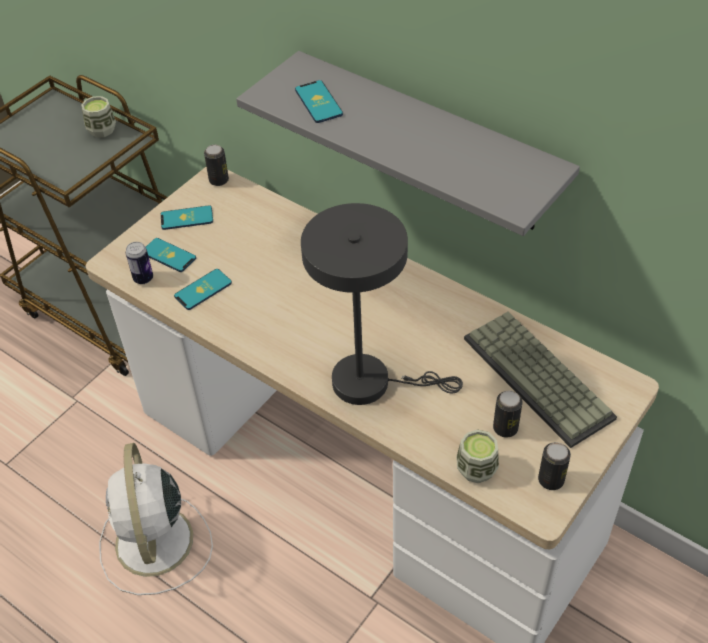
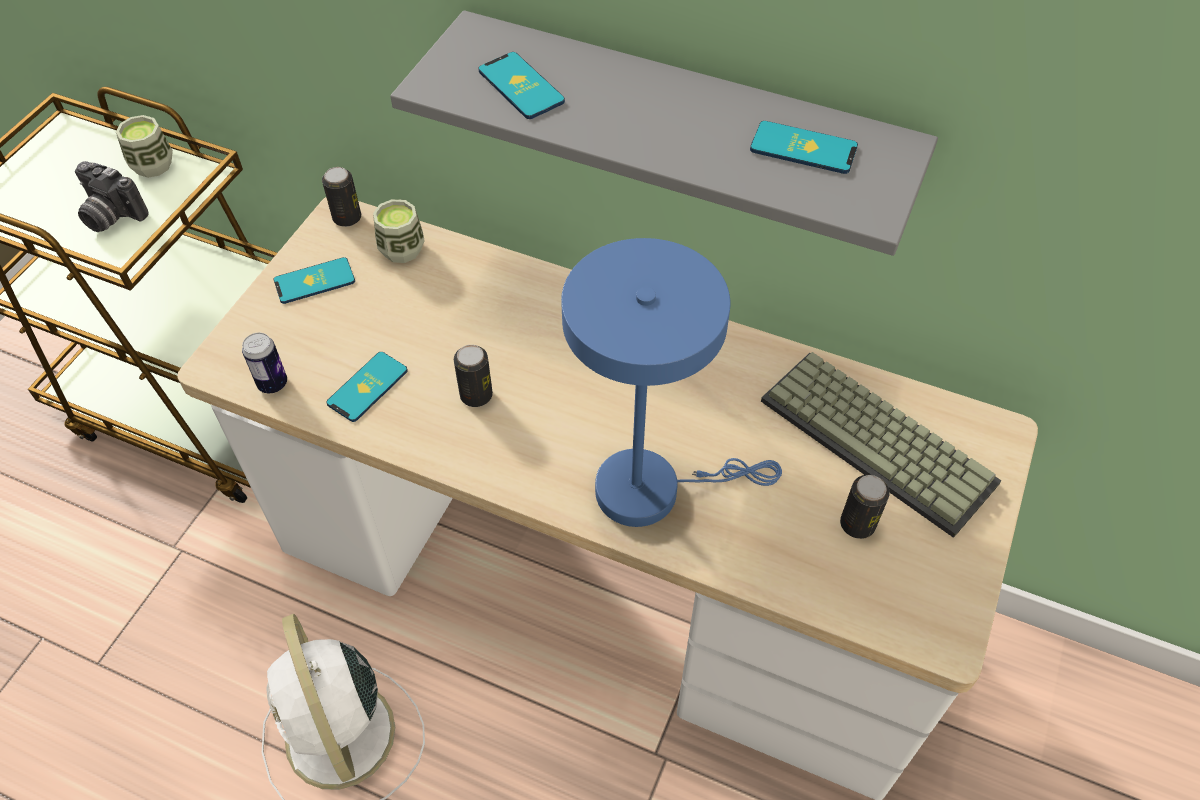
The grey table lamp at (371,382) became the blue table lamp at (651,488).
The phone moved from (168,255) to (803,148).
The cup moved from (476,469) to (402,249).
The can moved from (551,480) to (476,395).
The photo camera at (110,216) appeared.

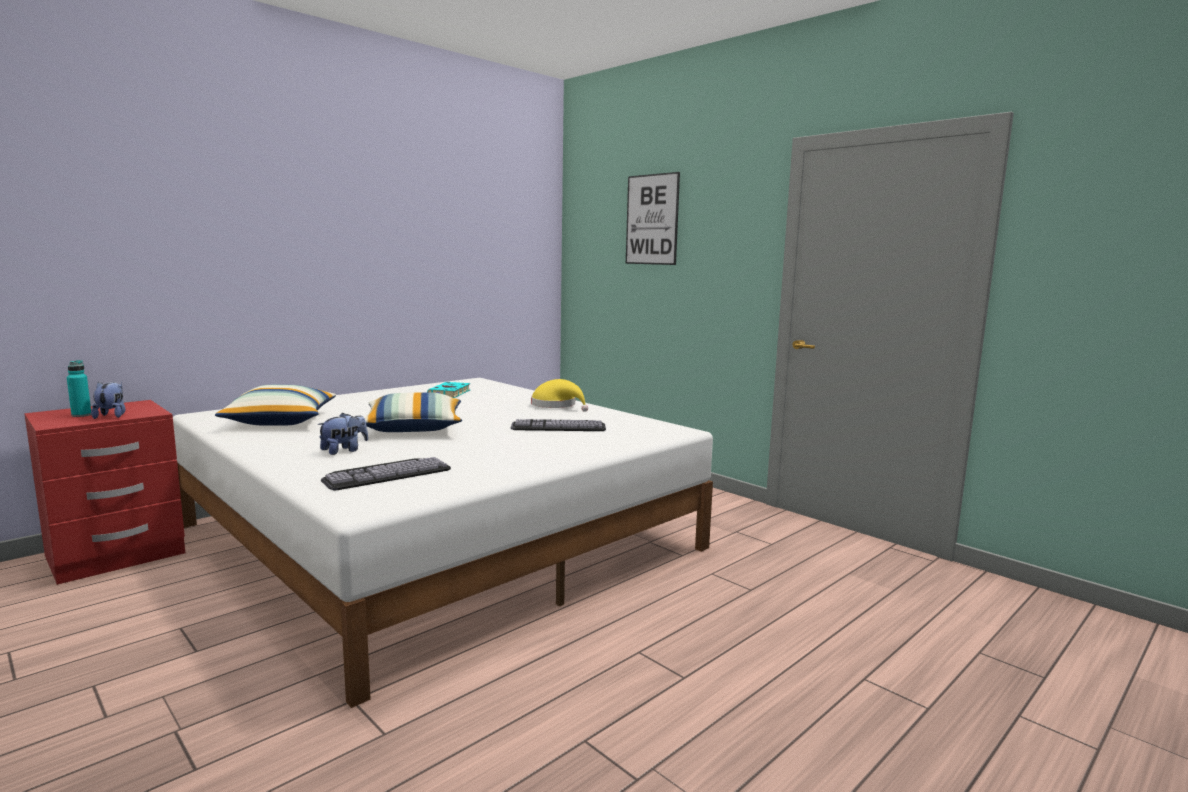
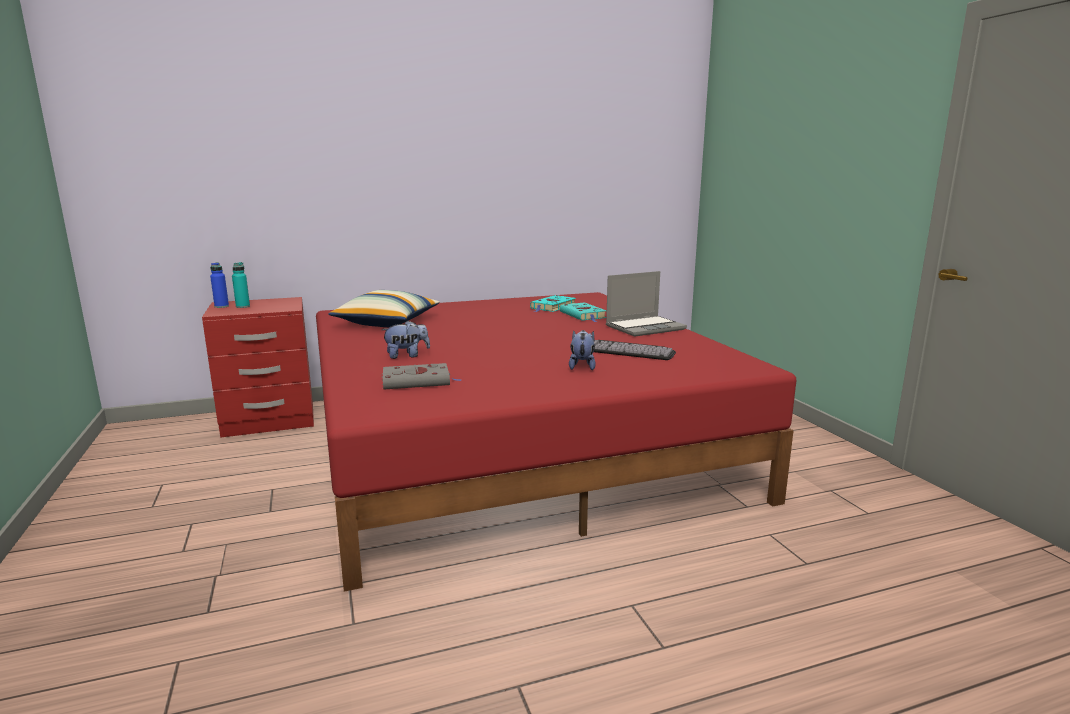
The picture at (652,219) disappeared.
The white bed at (441,536) became the red bed at (515,444).
The yellow hat at (556,405) was replaced by the laptop at (645,327).
The plush toy moved from (111,416) to (582,366).
The pillow at (414,428) disappeared.
The keyboard at (386,472) was replaced by the grey book at (418,381).
The blue bottle at (221,306) appeared.
The turquoise book at (583,315) appeared.

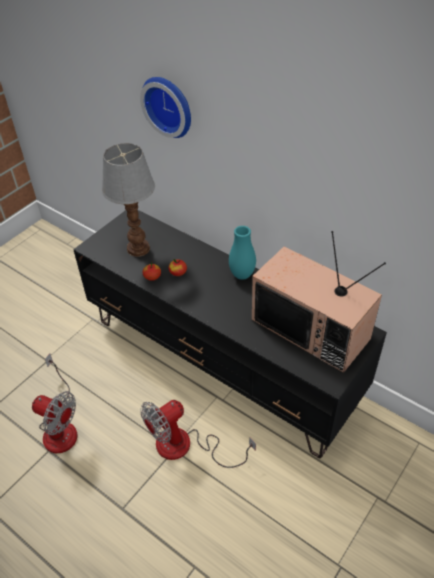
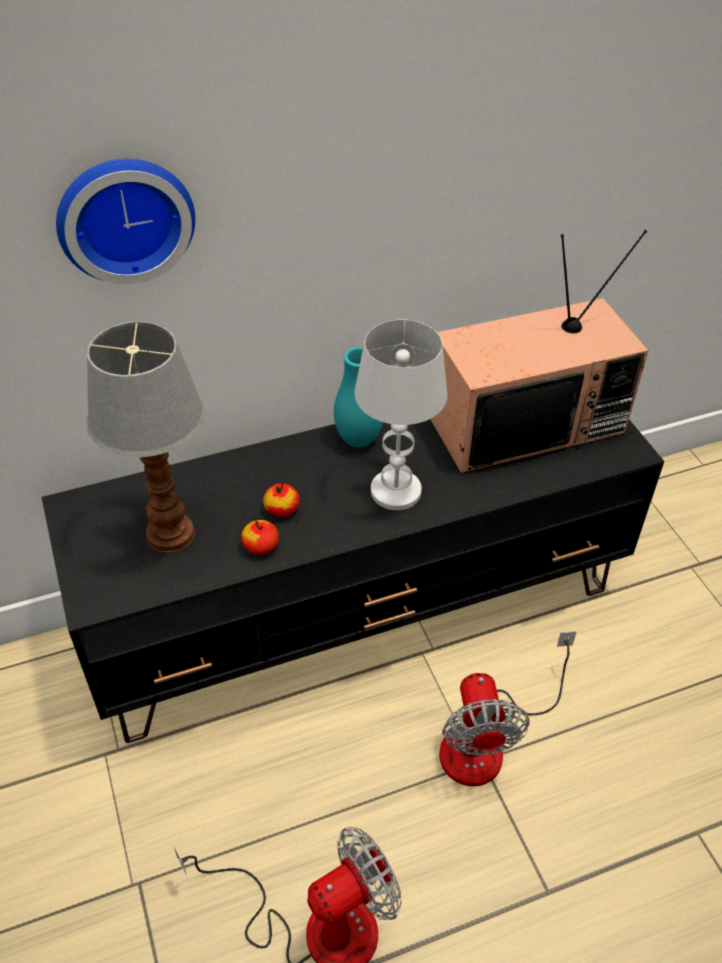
The white table lamp at (396,491) appeared.

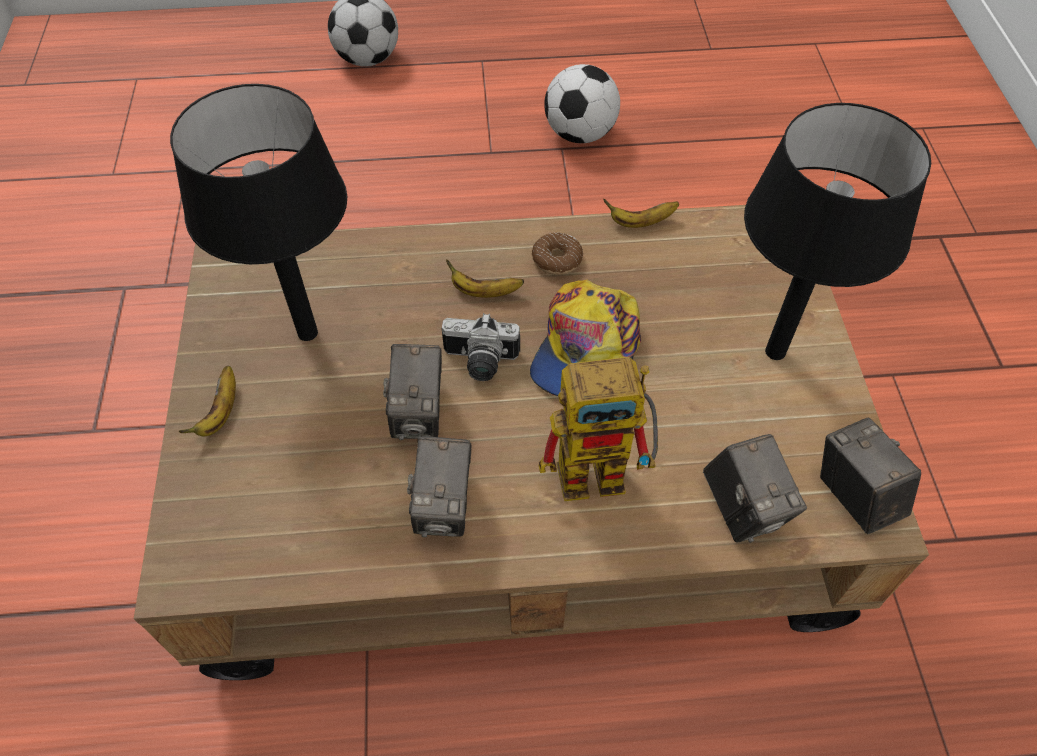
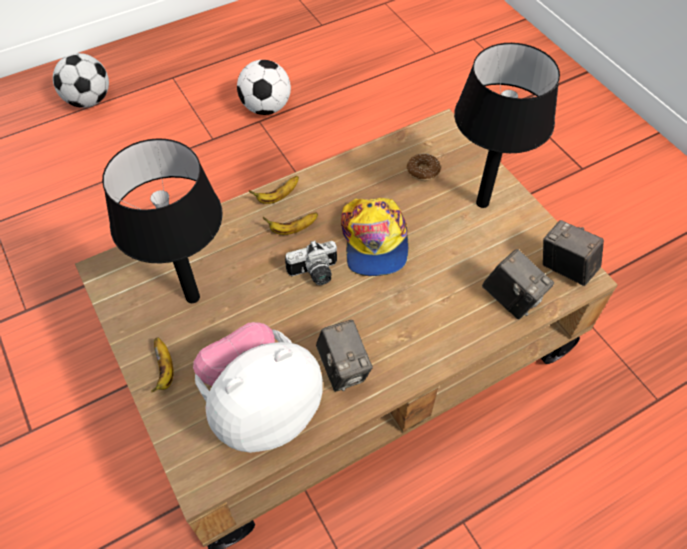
The banana moved from (640,222) to (277,197).
The donut moved from (557,259) to (423,171).
The photo camera at (419,414) disappeared.
The toy robot at (605,469) disappeared.
The plush toy at (262,408) appeared.

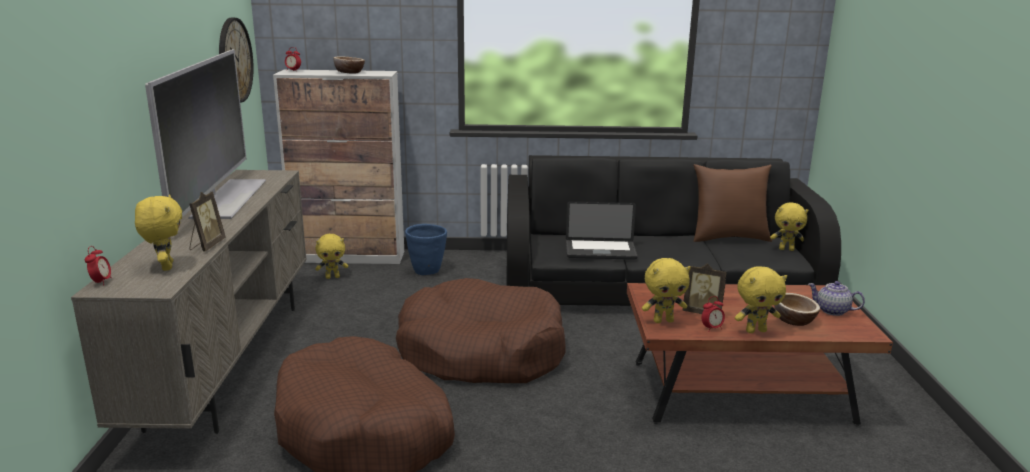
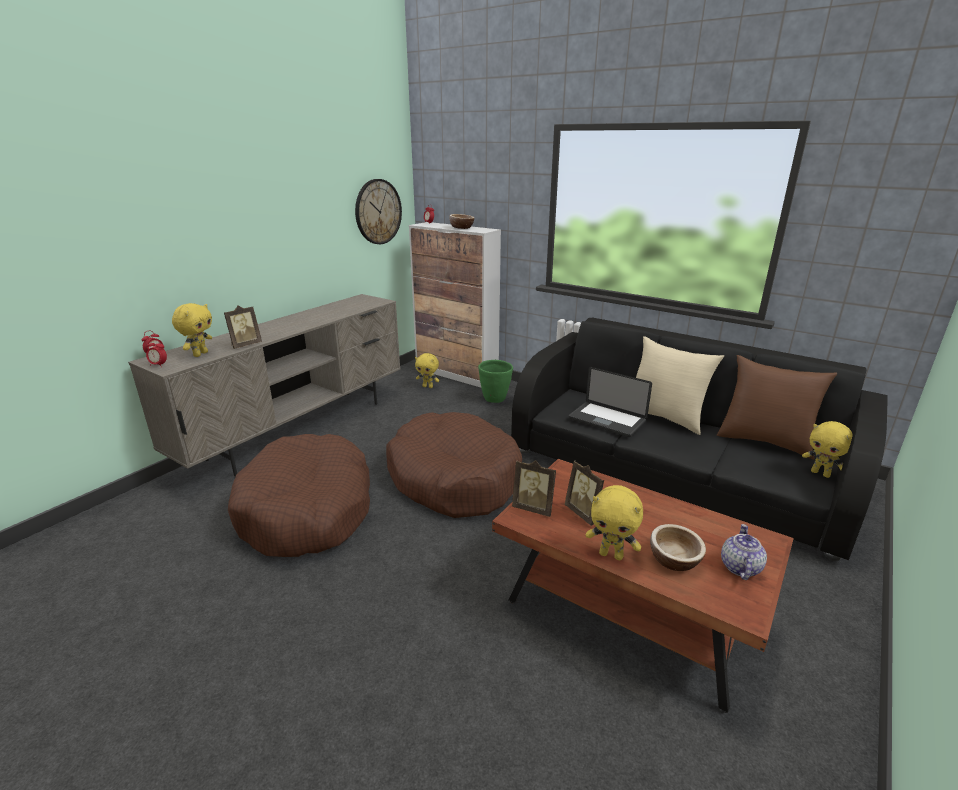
The television at (227,199) disappeared.
The blue planter at (427,271) became the green planter at (495,399).
The yellow plush toy at (663,321) was replaced by the picture frame at (534,508).
The teapot at (832,311) turned 45 degrees clockwise.
The alarm clock moved from (712,328) to (159,365).
The beige pillow at (664,417) appeared.

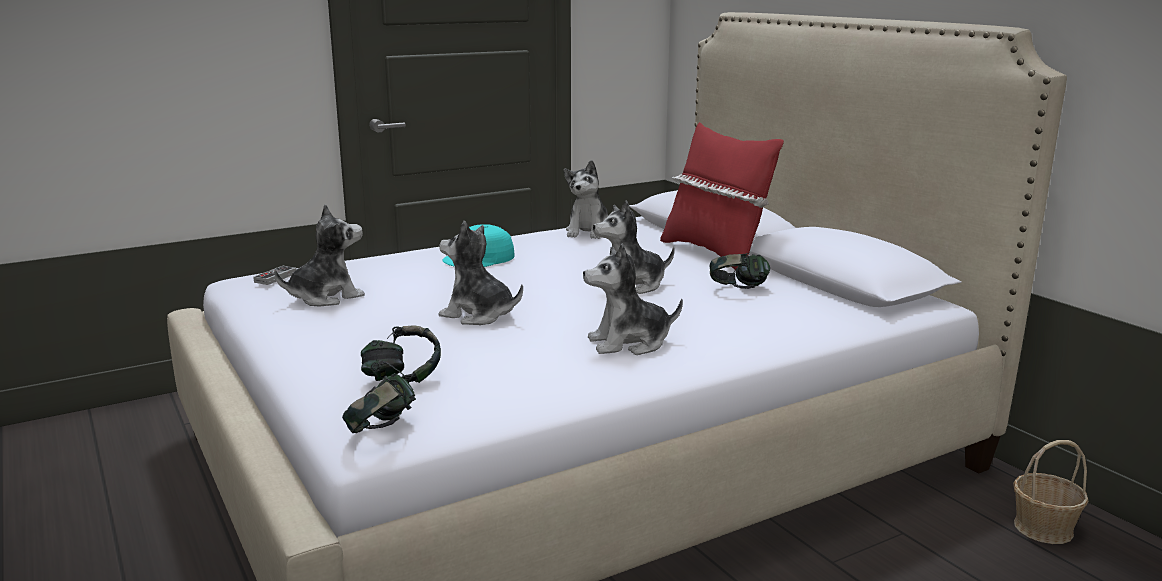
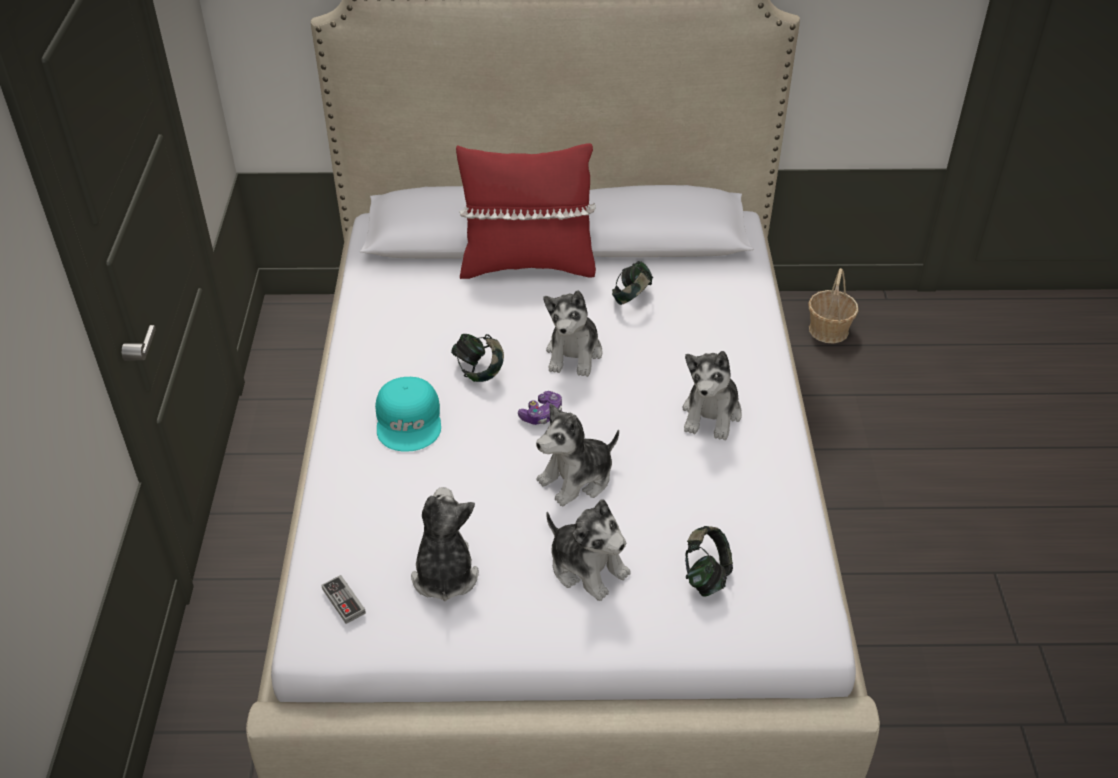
The plush toy moved from (589,231) to (587,567).
The headphones moved from (382,431) to (479,371).
The game controller at (542,414) appeared.

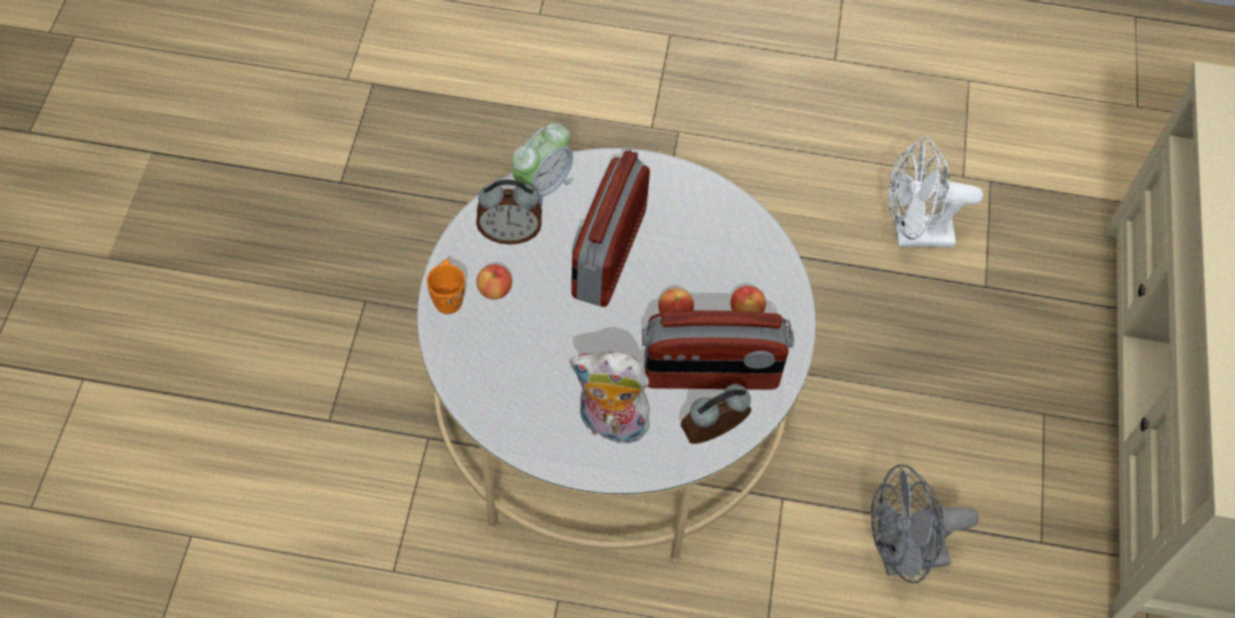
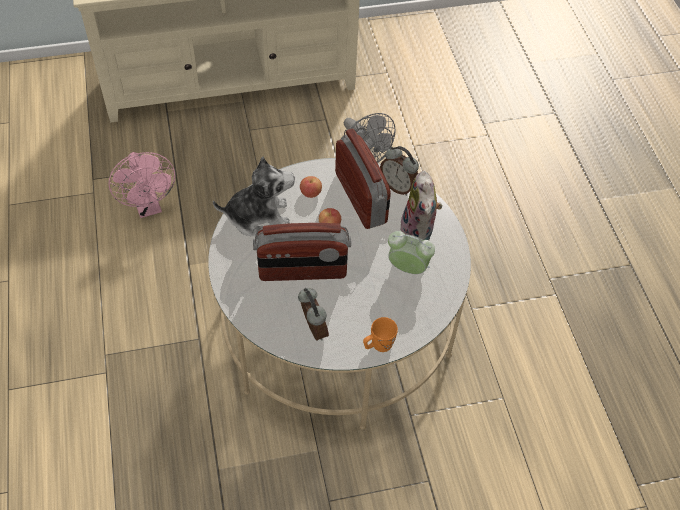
The alarm clock moved from (543,186) to (408,268).
The white fan at (913,234) became the pink fan at (149,207).
The apple at (494,290) disappeared.
The plush toy at (258,217) appeared.

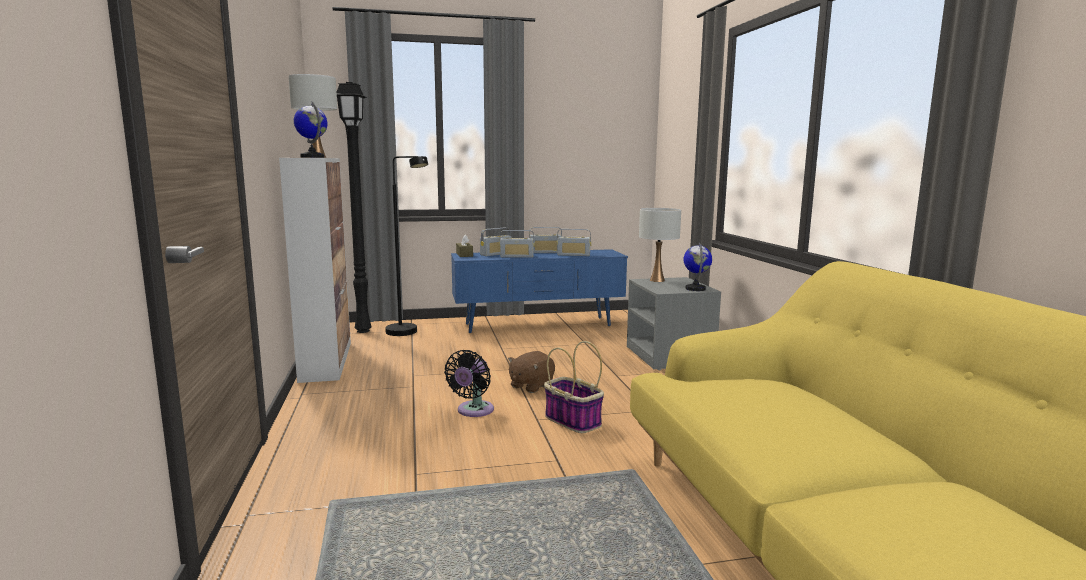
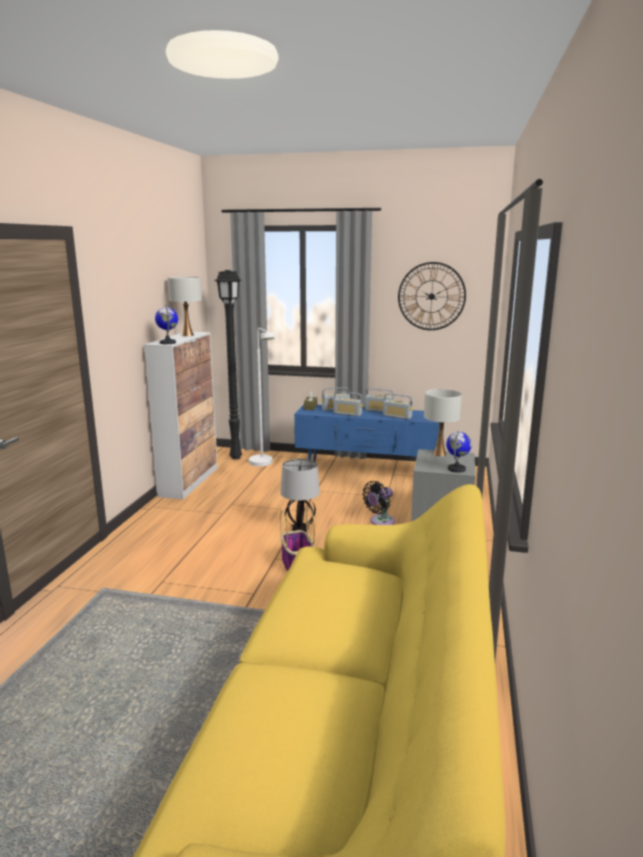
The black floor lamp at (407,333) became the white floor lamp at (263,464).
The black fan moved from (473,411) to (380,522).
The brown plush toy at (531,386) was replaced by the table lamp at (301,529).
The wall clock at (431,296) appeared.

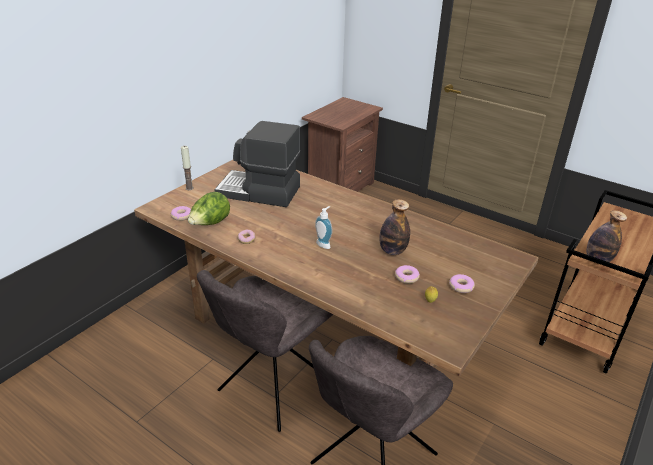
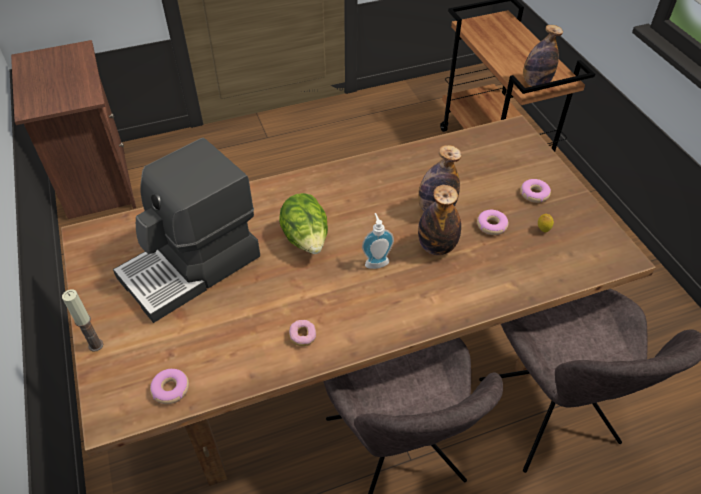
The lettuce moved from (210,224) to (306,240).
The bottle at (436,247) appeared.

